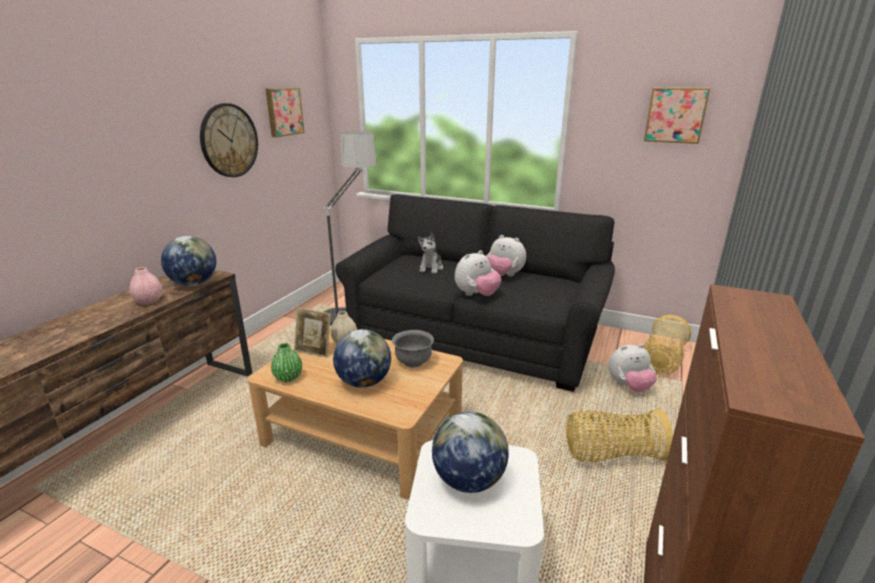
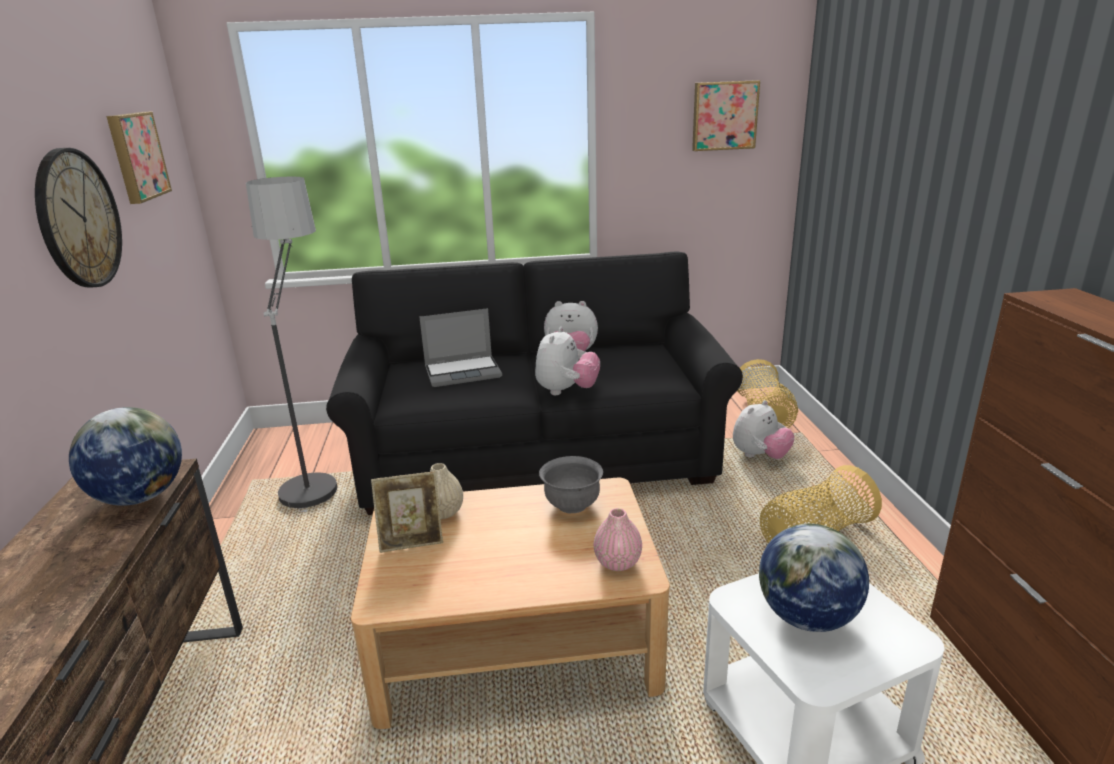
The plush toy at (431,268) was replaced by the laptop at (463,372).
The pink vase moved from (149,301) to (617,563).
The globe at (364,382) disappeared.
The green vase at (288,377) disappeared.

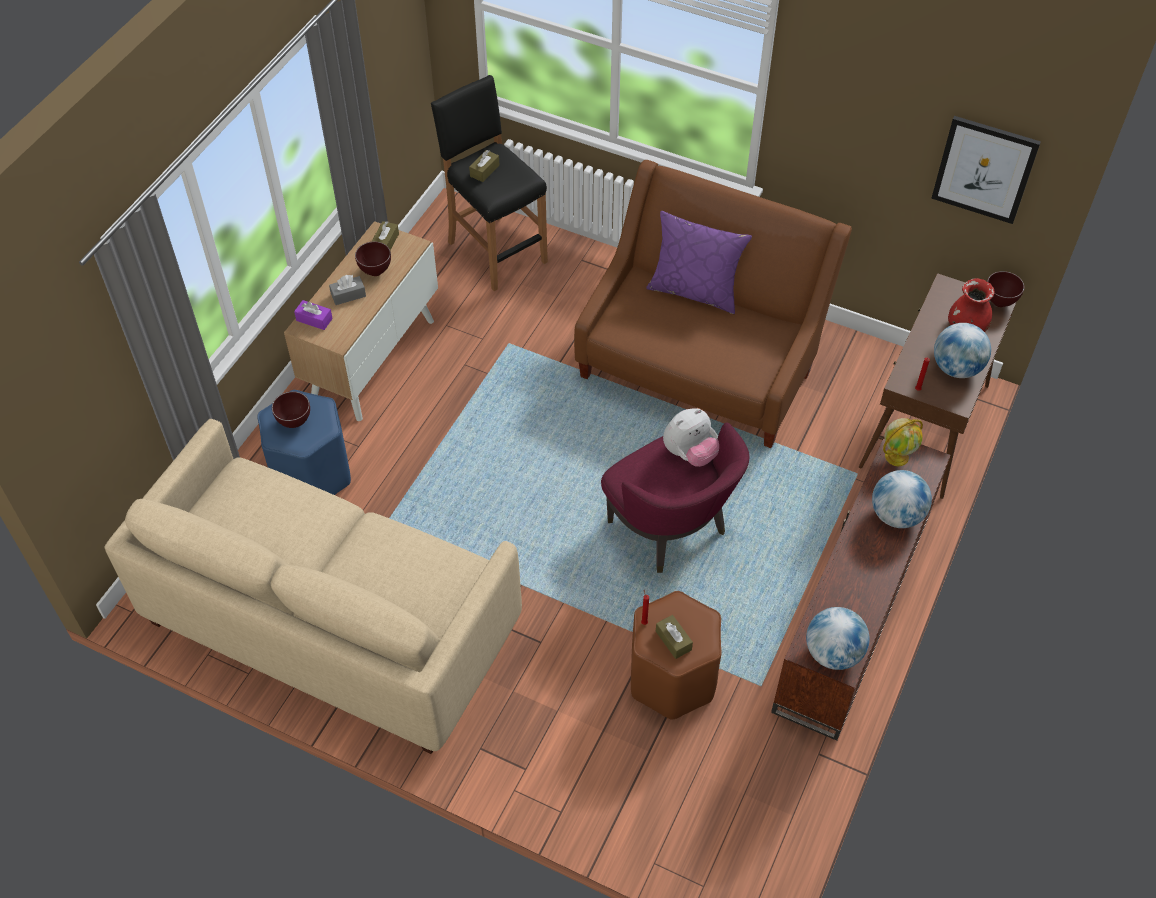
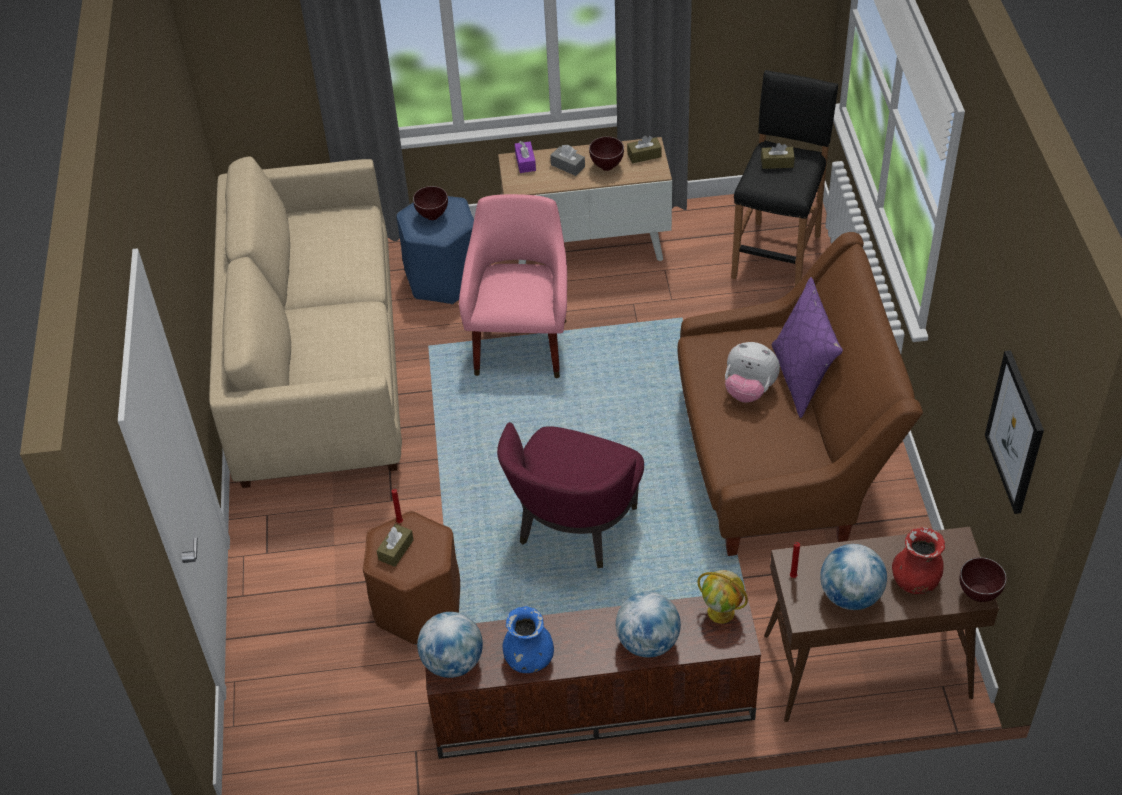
The plush toy moved from (690,454) to (749,390).
The pink armchair at (521,341) appeared.
The blue vase at (529,659) appeared.

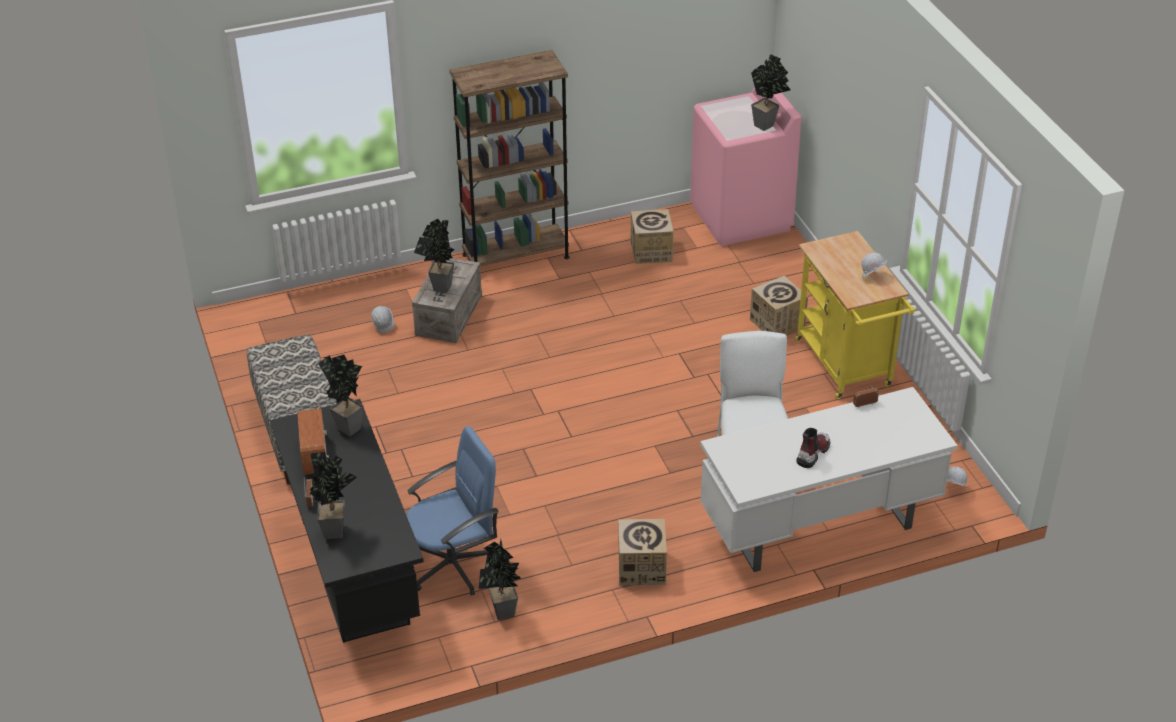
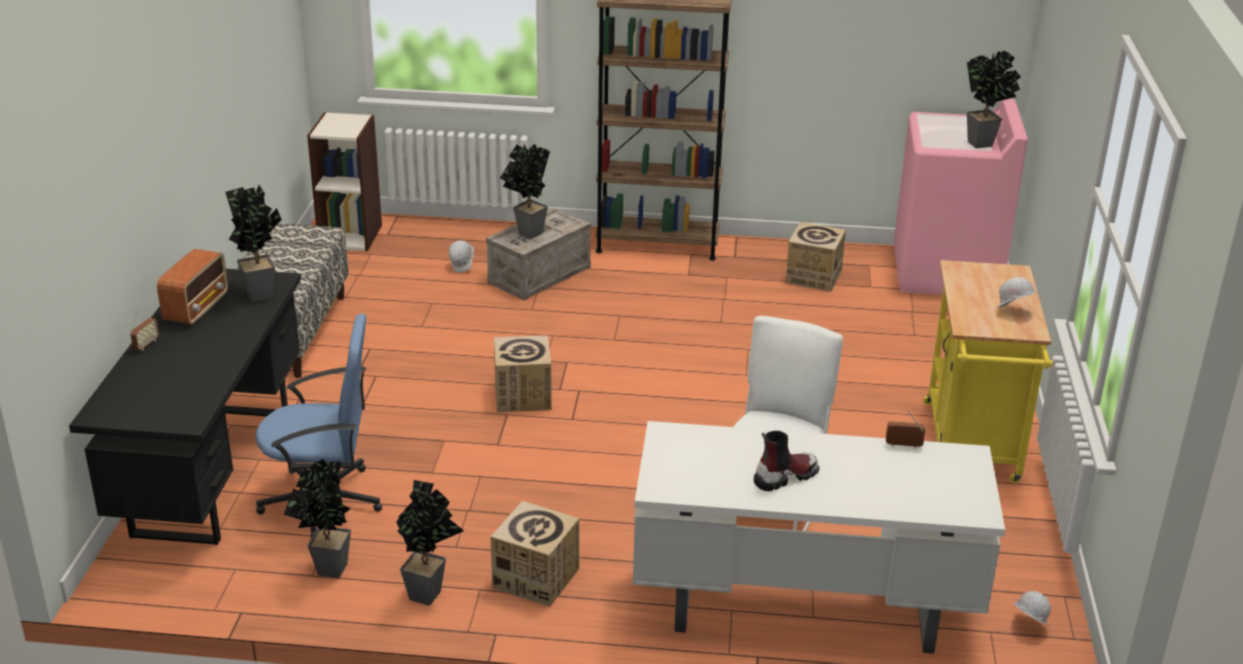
The cardboard box moved from (777,323) to (523,396).
The potted plant moved from (336,528) to (430,592).
The bookcase at (351,236) appeared.

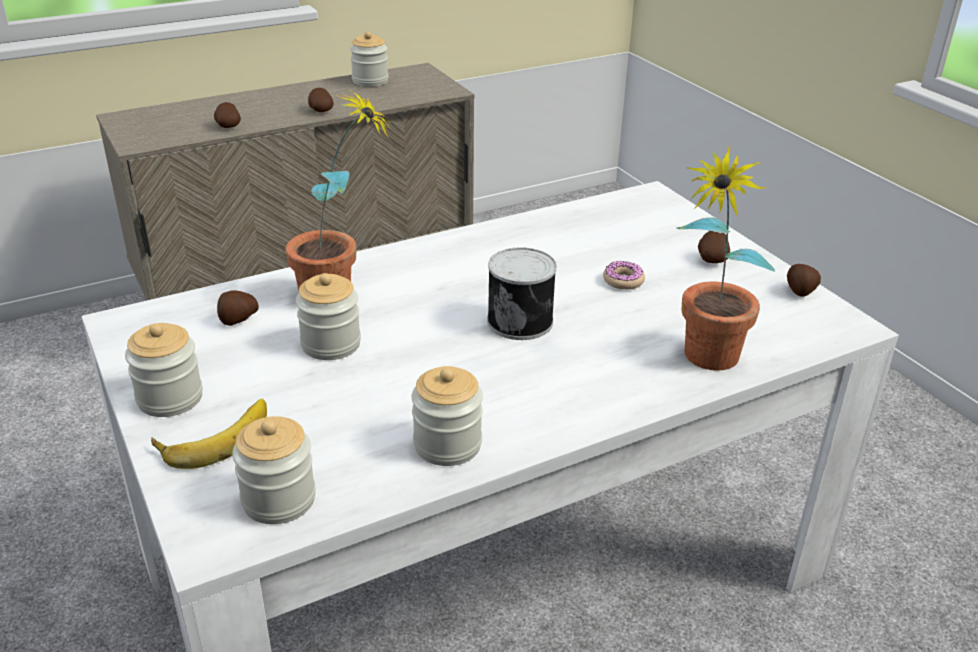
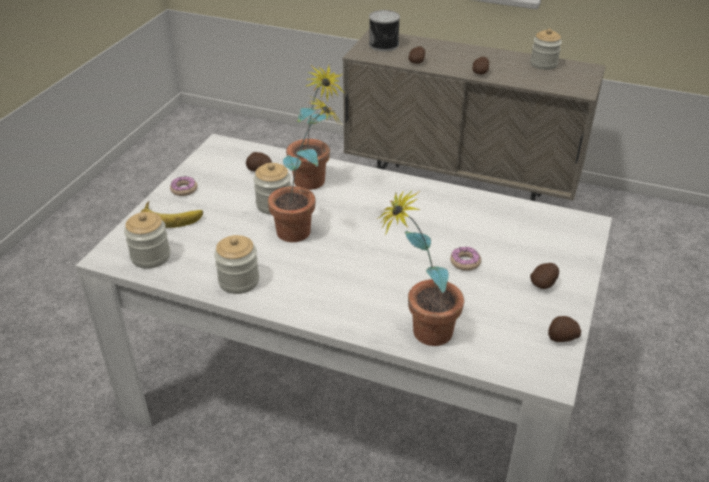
The can moved from (521,320) to (384,45).
The jar at (170,398) was replaced by the donut at (184,189).
The potted plant at (304,230) appeared.

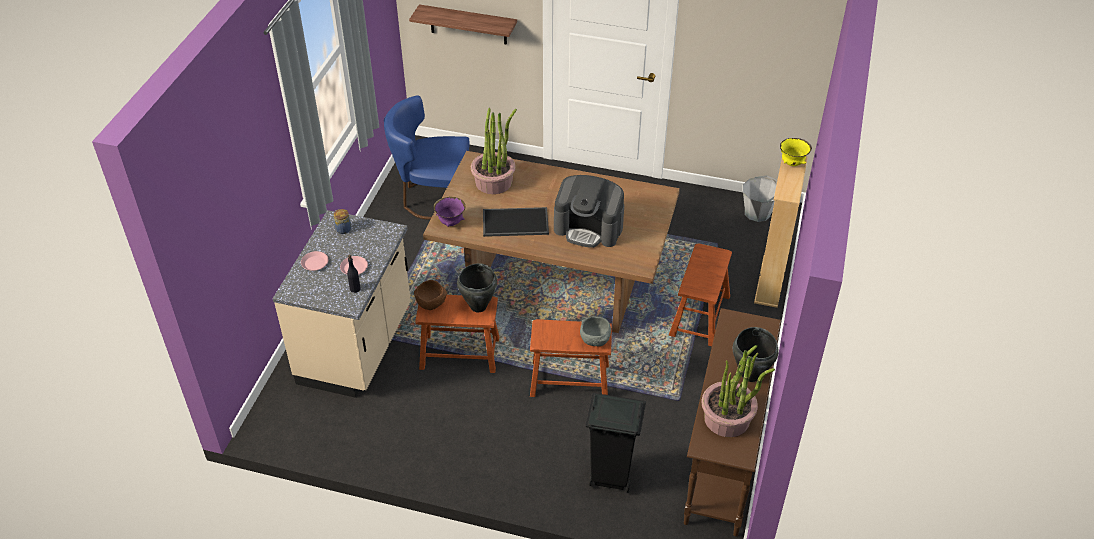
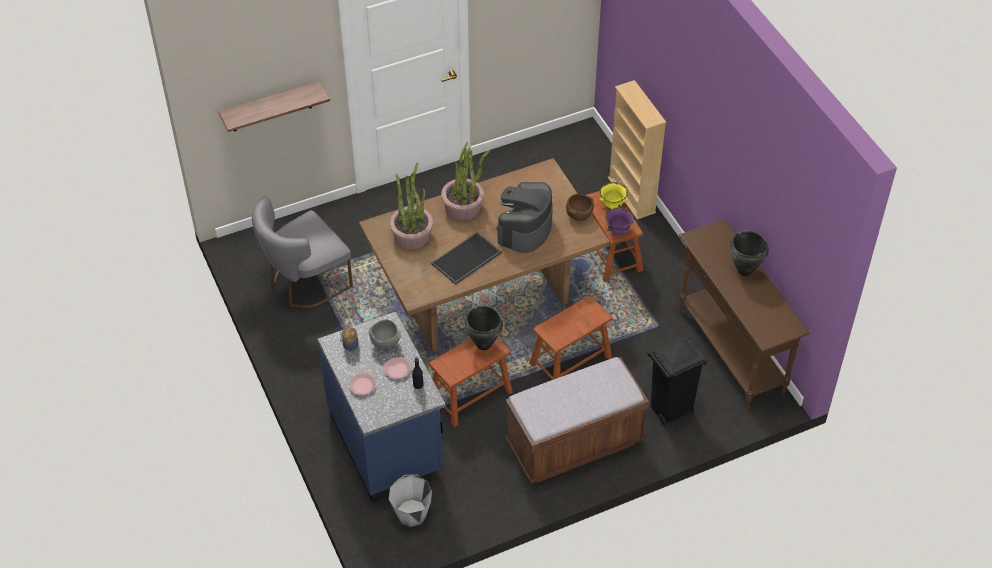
The blue chair at (433,198) became the grey chair at (304,283).
The yellow bowl moved from (792,163) to (613,205).
The coffee machine at (589,228) turned 135 degrees clockwise.
The grey bucket moved from (757,213) to (412,513).
The purple bowl moved from (451,222) to (618,230).
The beige counter at (357,347) became the blue counter at (387,442).
The brown bowl moved from (432,304) to (579,215).
The grey bowl moved from (596,341) to (386,343).
The potted plant moved from (727,419) to (463,207).
The brown bench at (574,444) appeared.

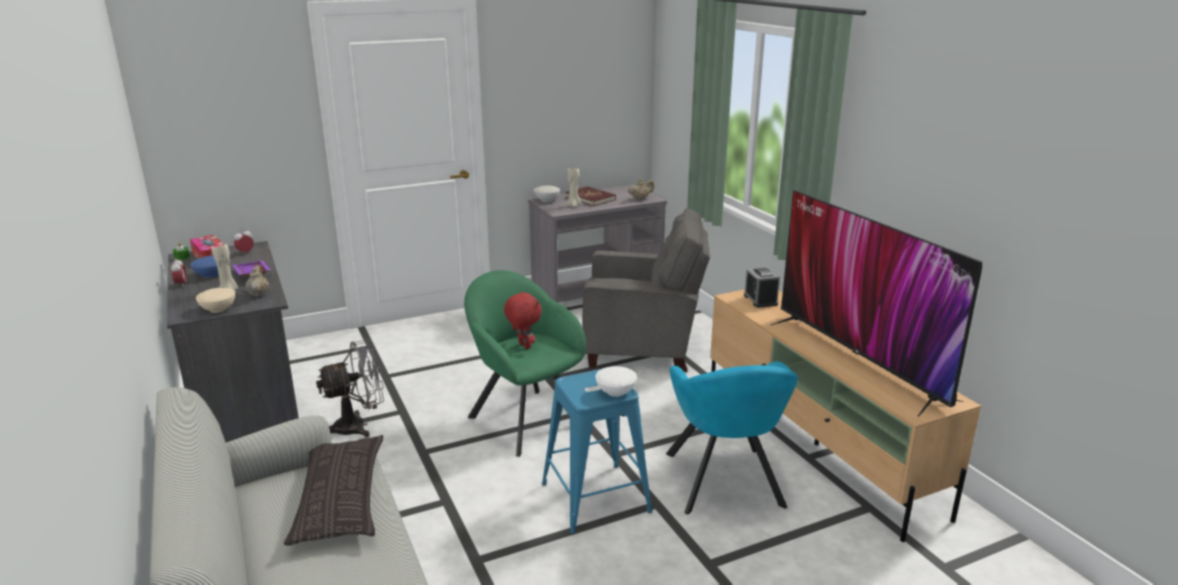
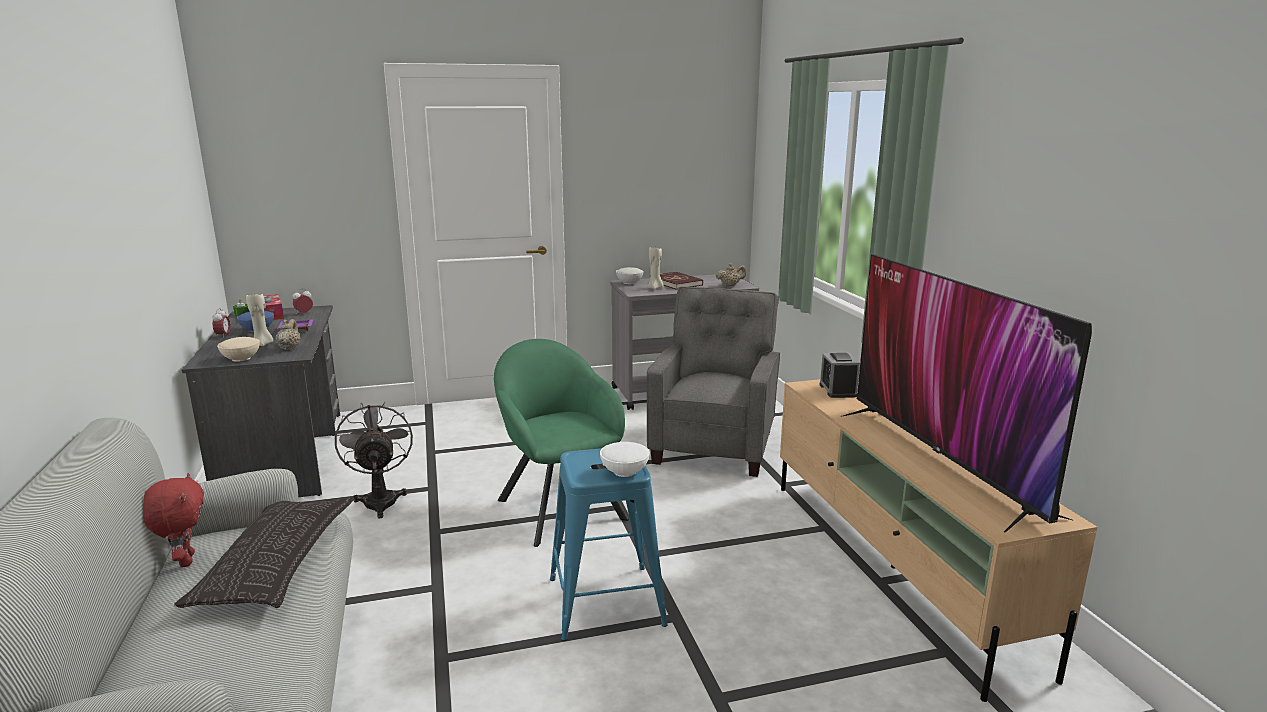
The grey armchair at (642,349) turned 90 degrees counterclockwise.
The red plush toy moved from (523,346) to (185,561).
The grey fan at (358,426) turned 90 degrees counterclockwise.
The turquoise armchair at (725,483) disappeared.

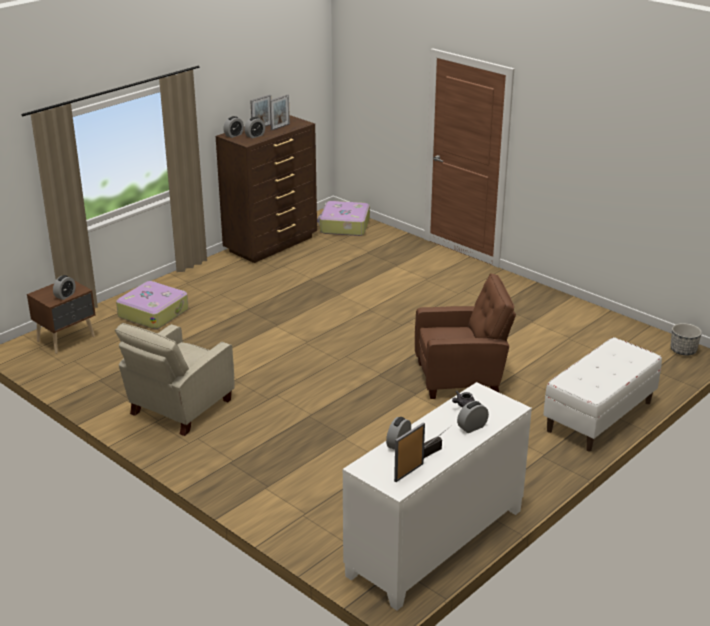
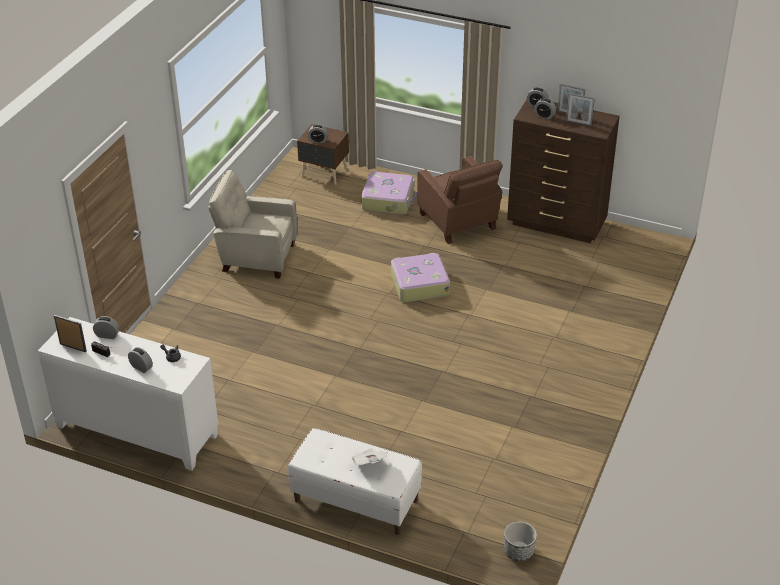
The suitcase moved from (344,226) to (419,284).
The brown armchair moved from (461,378) to (458,223).
The newspaper at (369,463) appeared.

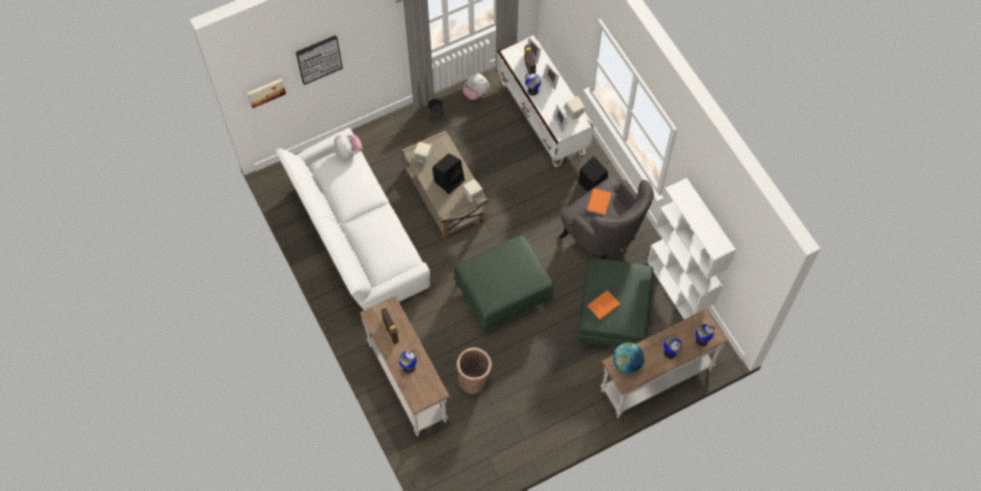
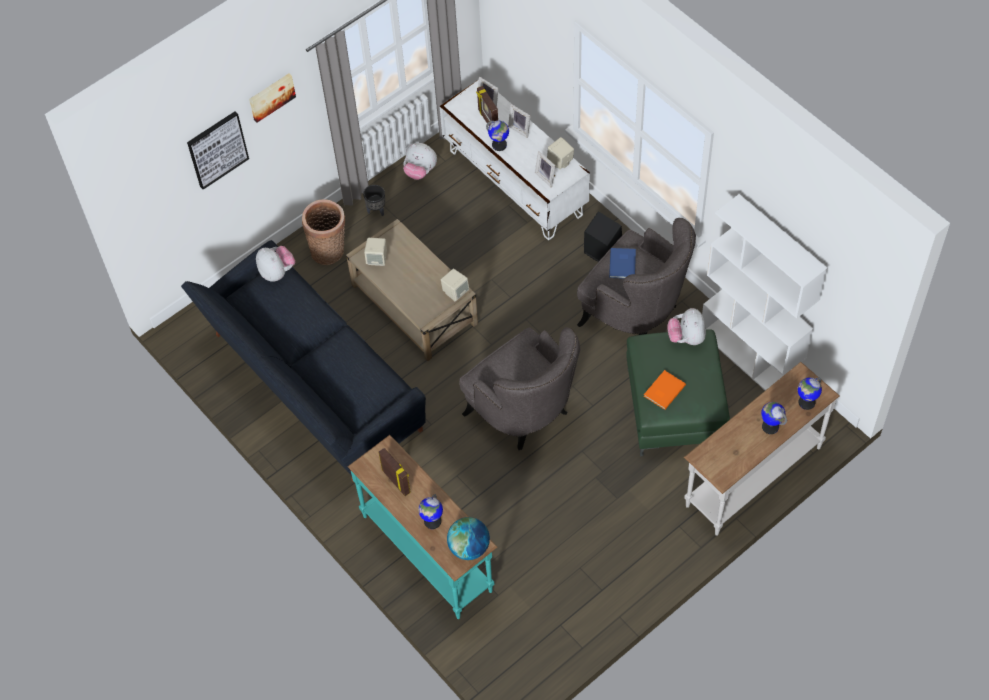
The picture moved from (266,92) to (271,96).
The white sofa at (357,239) became the black sofa at (312,385).
The black speaker at (449,180) disappeared.
The orange book at (600,202) became the blue book at (623,264).
The green ottoman at (503,294) was replaced by the grey armchair at (524,413).
The white console table at (408,382) became the turquoise console table at (428,552).
The globe moved from (627,363) to (469,547).
The basket moved from (474,381) to (329,251).
The plush toy at (686,337) appeared.

